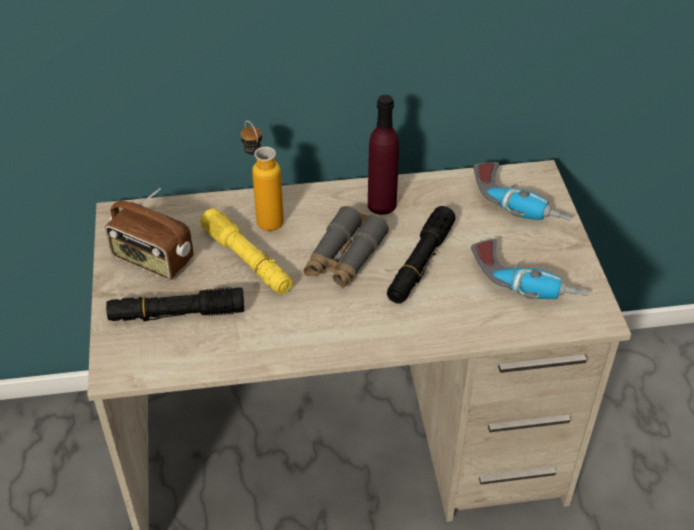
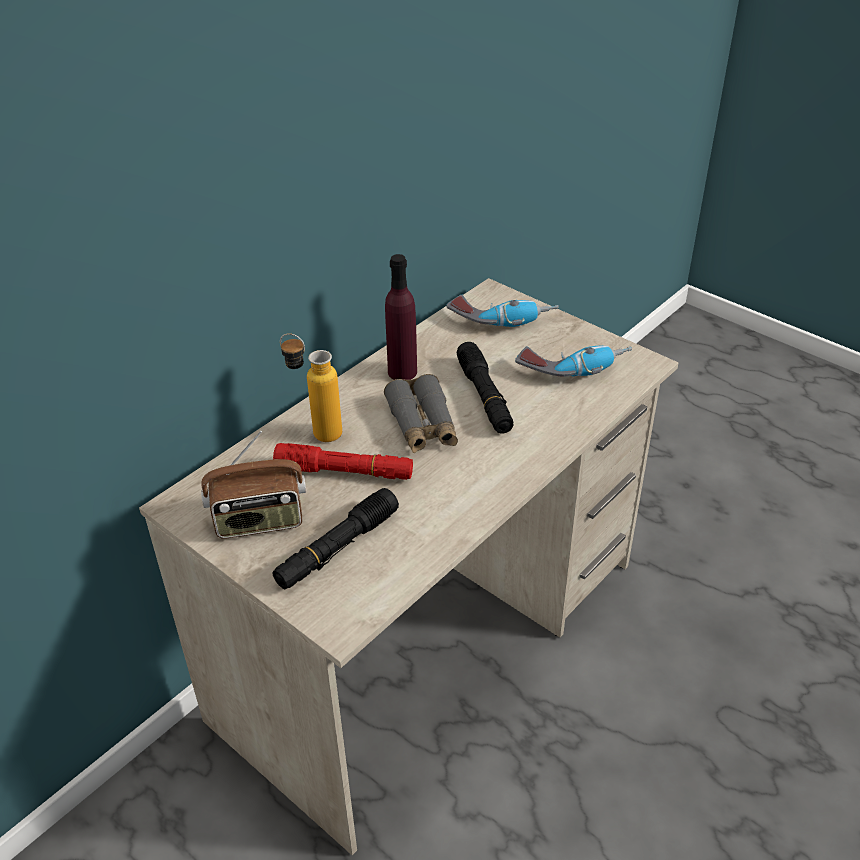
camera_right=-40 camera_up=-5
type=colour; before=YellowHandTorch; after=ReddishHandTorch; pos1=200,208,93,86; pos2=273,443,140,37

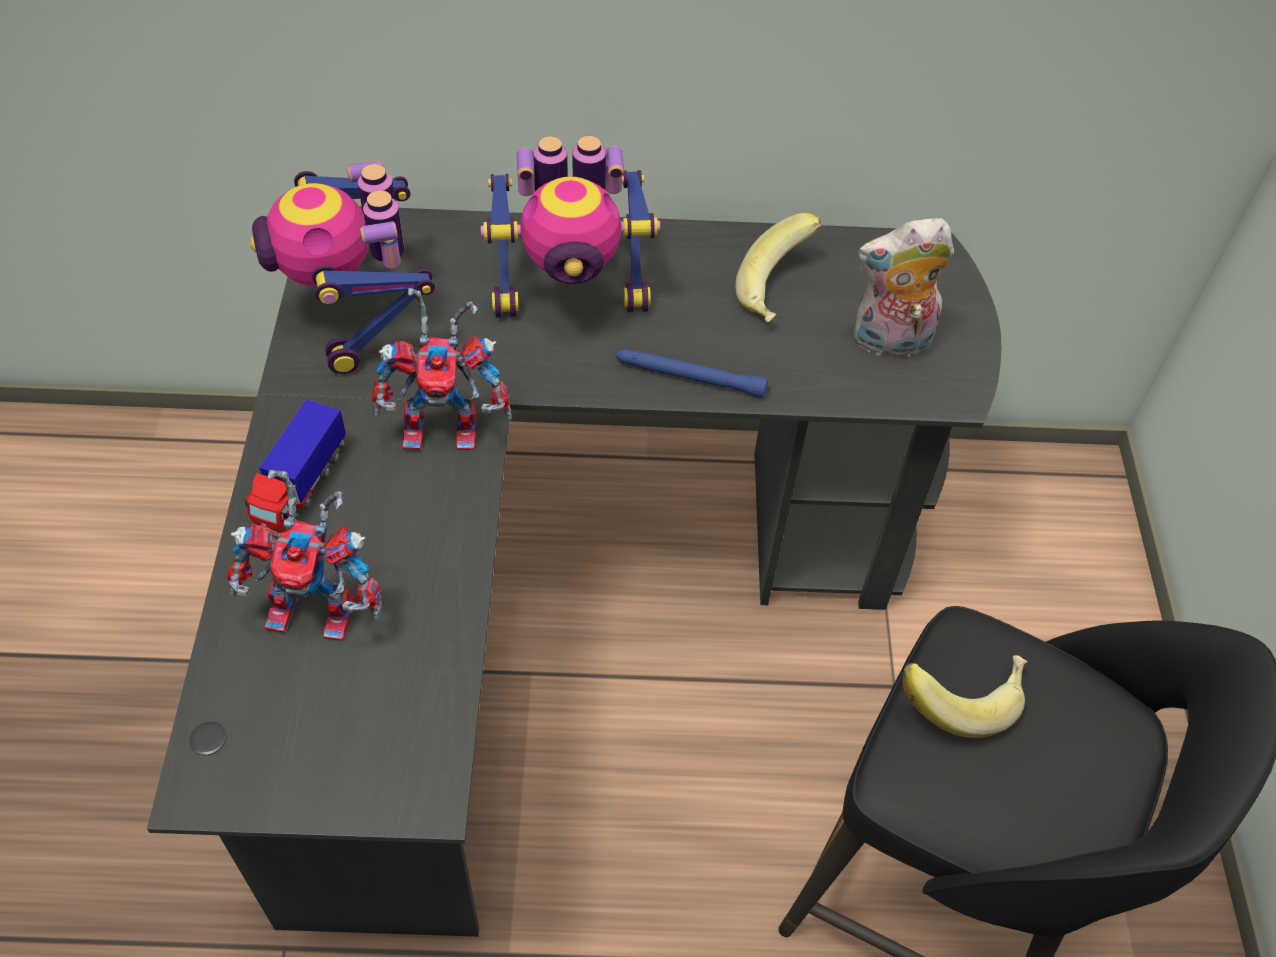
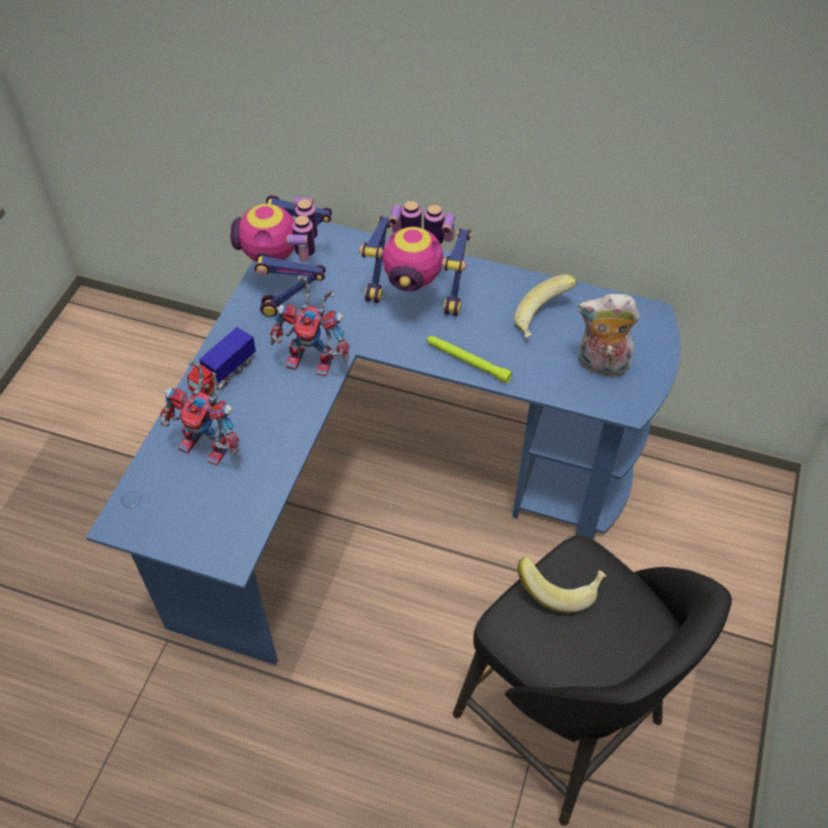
camera_right=20 camera_up=0
type=colour; before=BlackishDeskTable; after=BluishDeskTable; pos1=147,206,854,731; pos2=86,216,594,449
type=colour; before=BluishHandTorch; after=GreenHandTorch; pos1=615,349,153,49; pos2=427,336,85,47

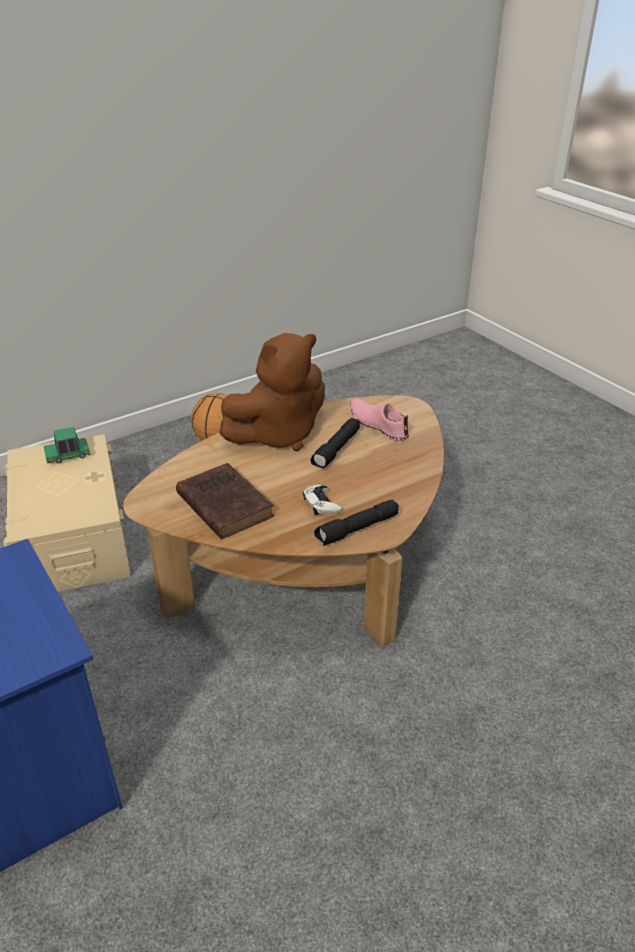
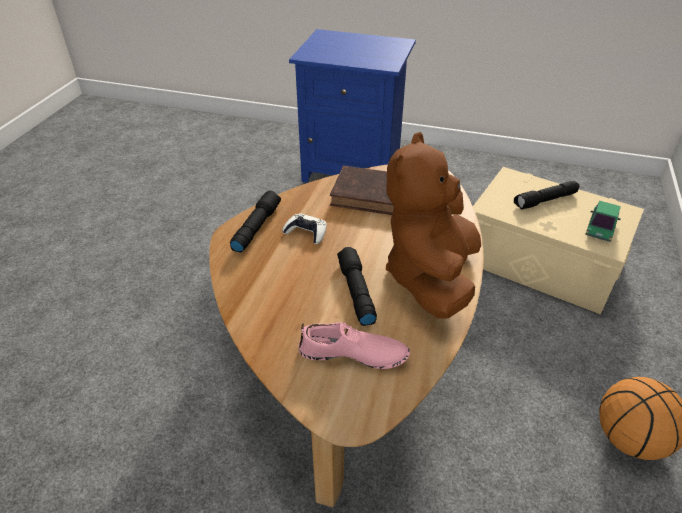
camera_right=140 camera_up=5
type=appeared; after=BlackishHandTorch; pos2=514,181,65,28

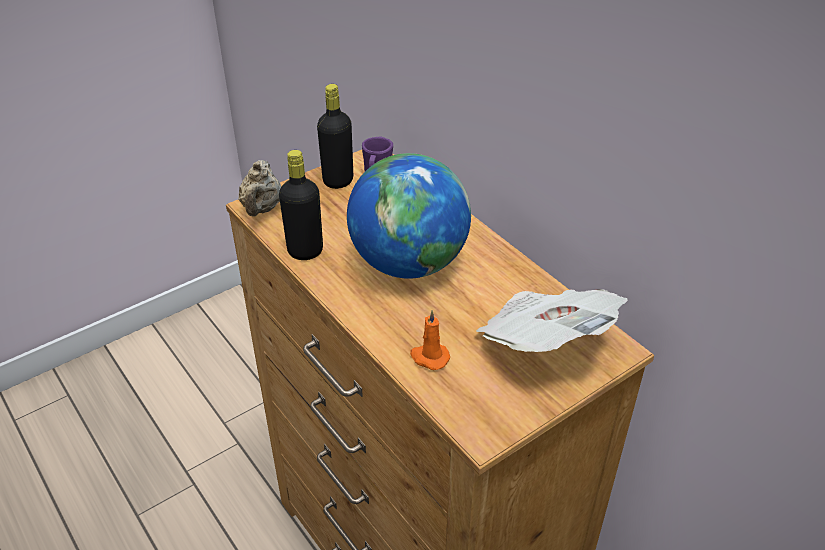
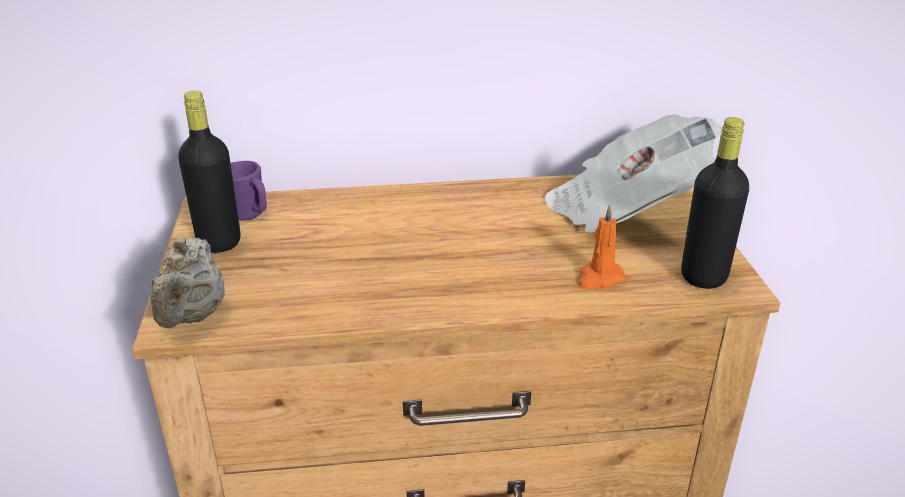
camera_right=-60 camera_up=-10
type=spun; before=BeigePotForTea; pos1=238,160,43,57; pos2=150,237,75,92; turn=60
type=relocated; before=BlackishBottle; pos1=279,150,44,110; pos2=681,117,68,172
type=missing; before=WorldGlobe; pos1=347,153,124,126

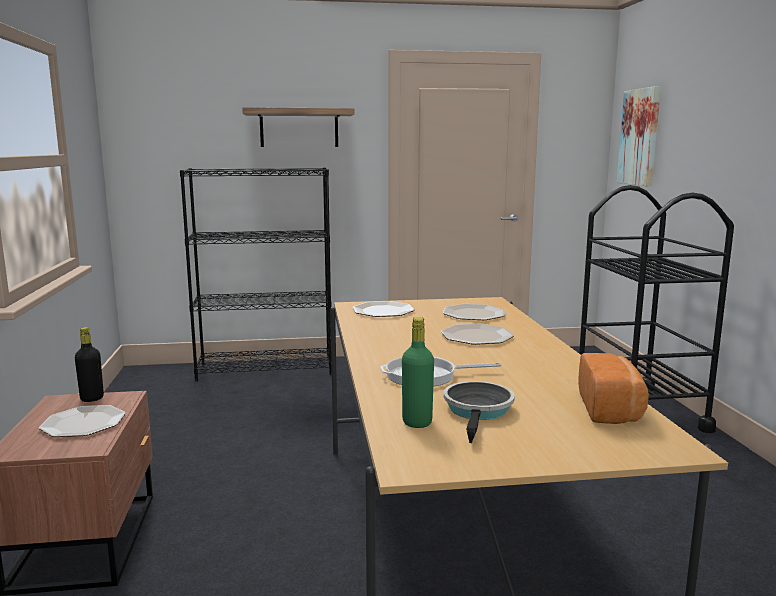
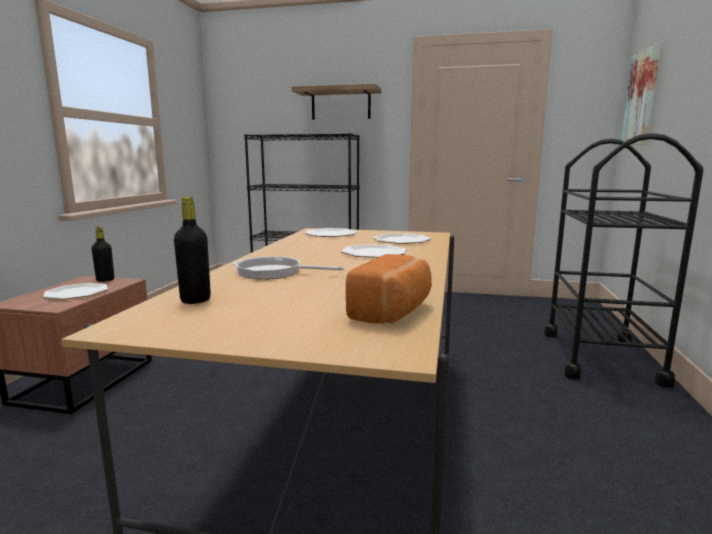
camera_right=20 camera_up=0
type=colour; before=GreenBottle; after=BlackishBottle; pos1=402,317,32,111; pos2=174,197,37,107
type=missing; before=Skillet; pos1=444,381,71,62

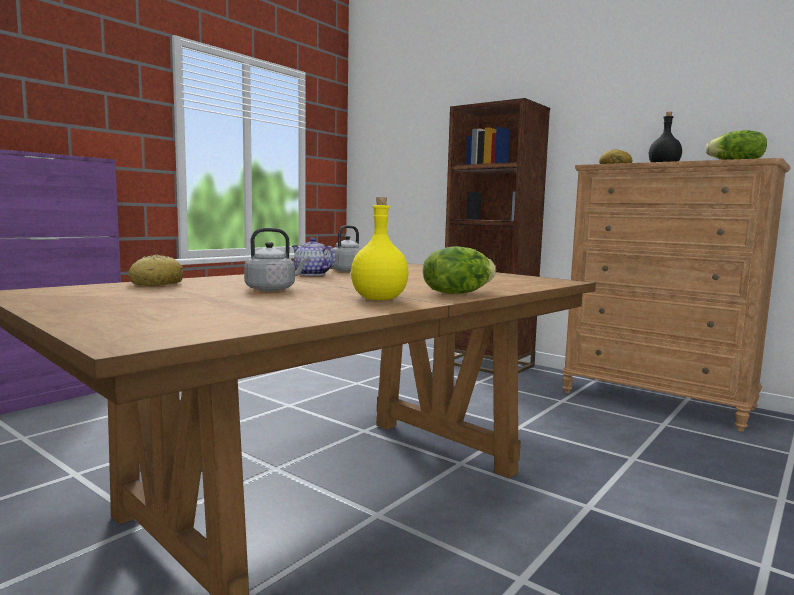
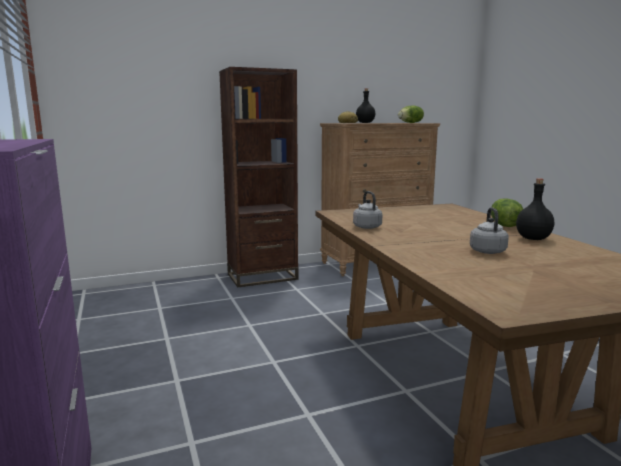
camera_right=-60 camera_up=5
type=colour; before=YellowBottle; after=BlackishBottle; pos1=351,197,58,103; pos2=516,178,38,62
type=missing; before=BakedBread; pos1=128,255,55,31
type=missing; before=PotForTea; pos1=292,238,44,38

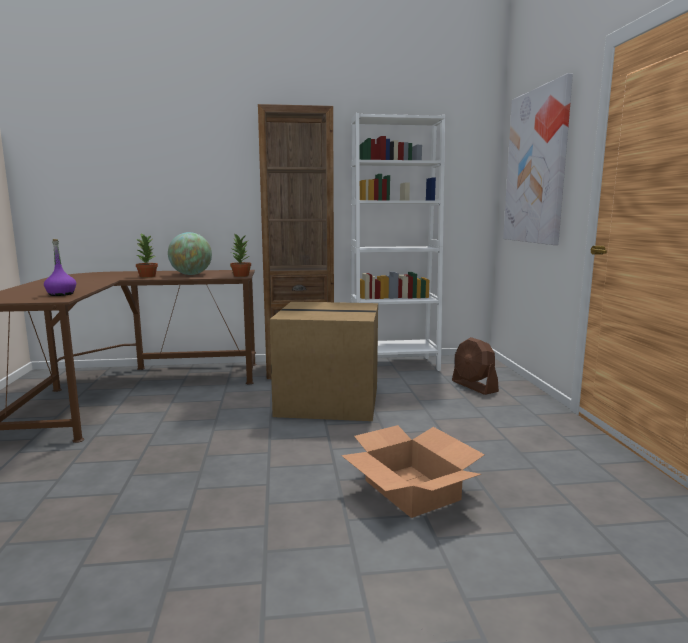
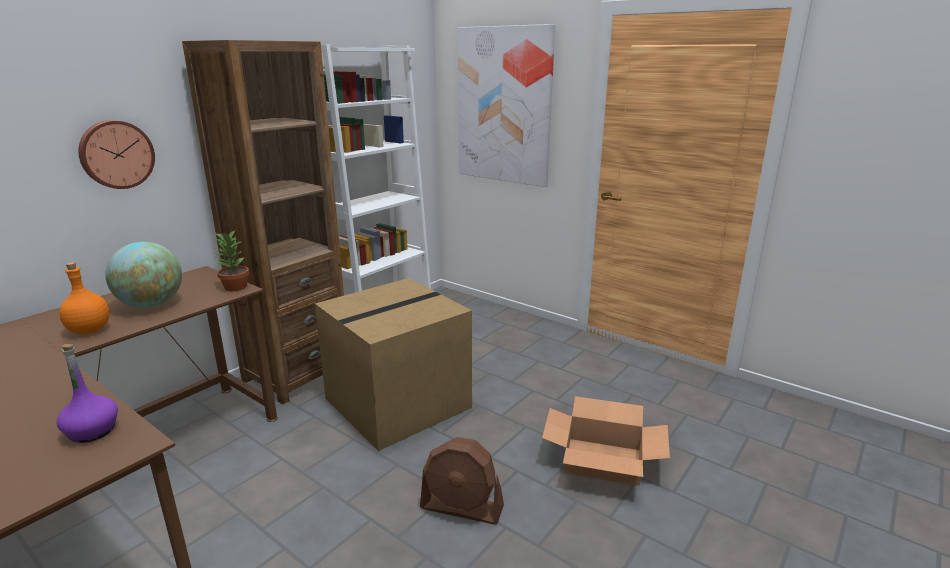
camera_right=-45 camera_up=10
type=exchanged; before=Houseplant; after=OrangeyBottle; pos1=136,233,22,44; pos2=59,262,50,72
type=appeared; after=WallClock; pos2=78,120,77,69
type=relocated; before=BrownishElectricFan; pos1=452,337,47,58; pos2=420,437,84,87

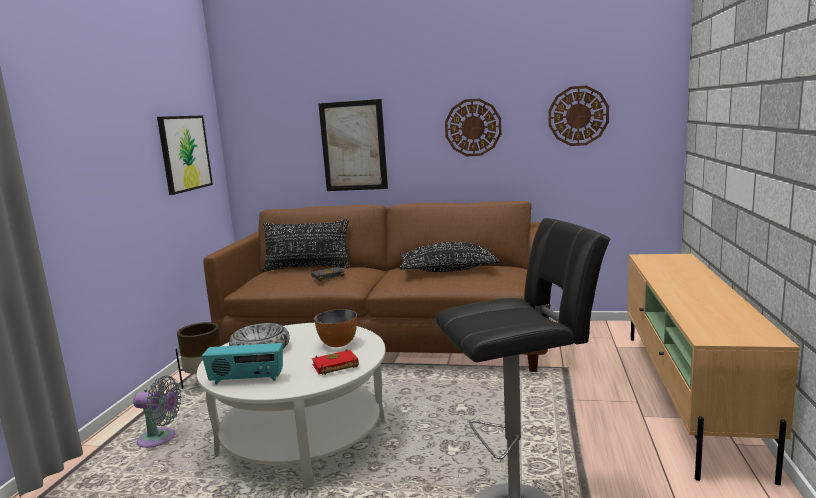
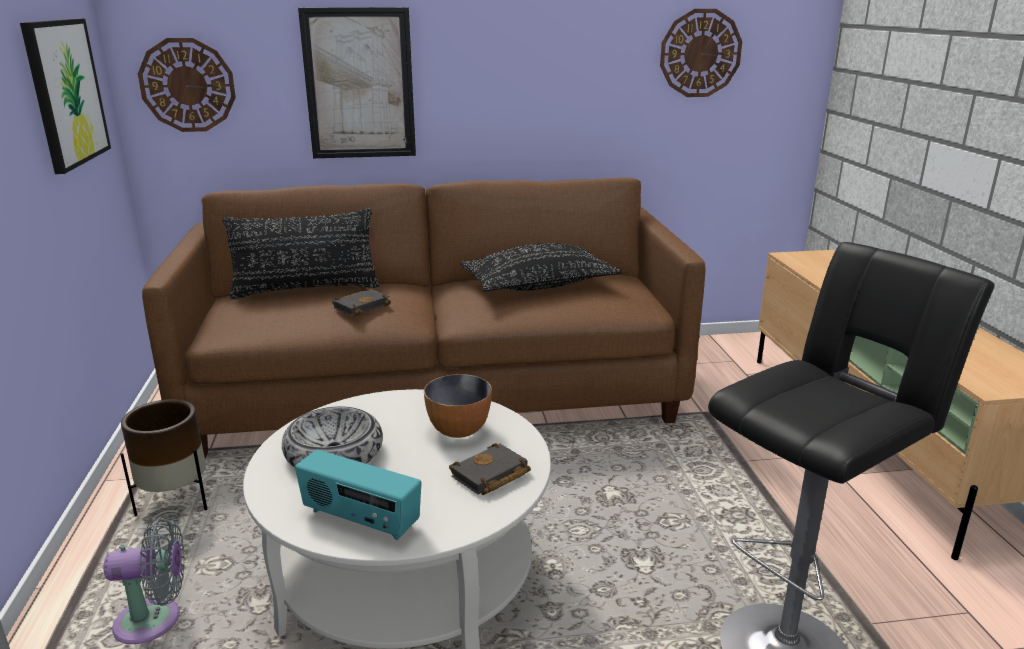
camera_right=-20 camera_up=10
type=relocated; before=WallClock; pos1=445,99,57,57; pos2=138,38,98,94
type=spun; before=RadioSet; pos1=202,343,81,41; pos2=295,450,127,90; turn=45
type=colour; before=ReddishBook; after=BlackishBook; pos1=312,349,47,26; pos2=449,443,82,52

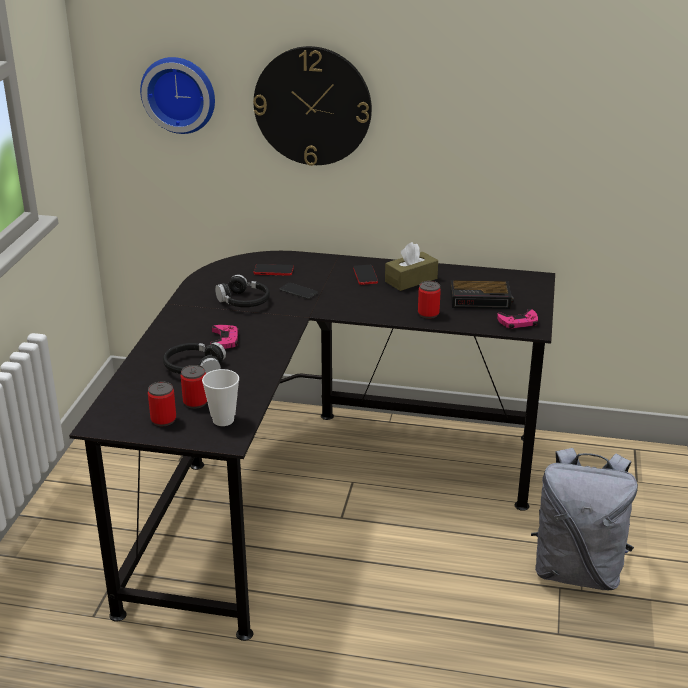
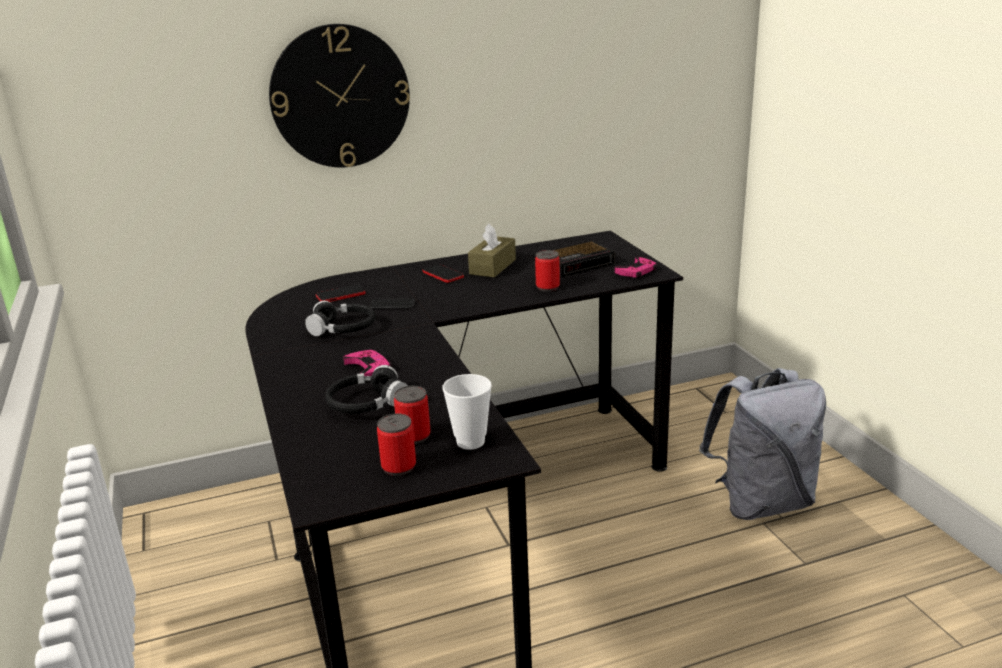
camera_right=-30 camera_up=-5
type=missing; before=WallClock; pos1=140,57,75,77

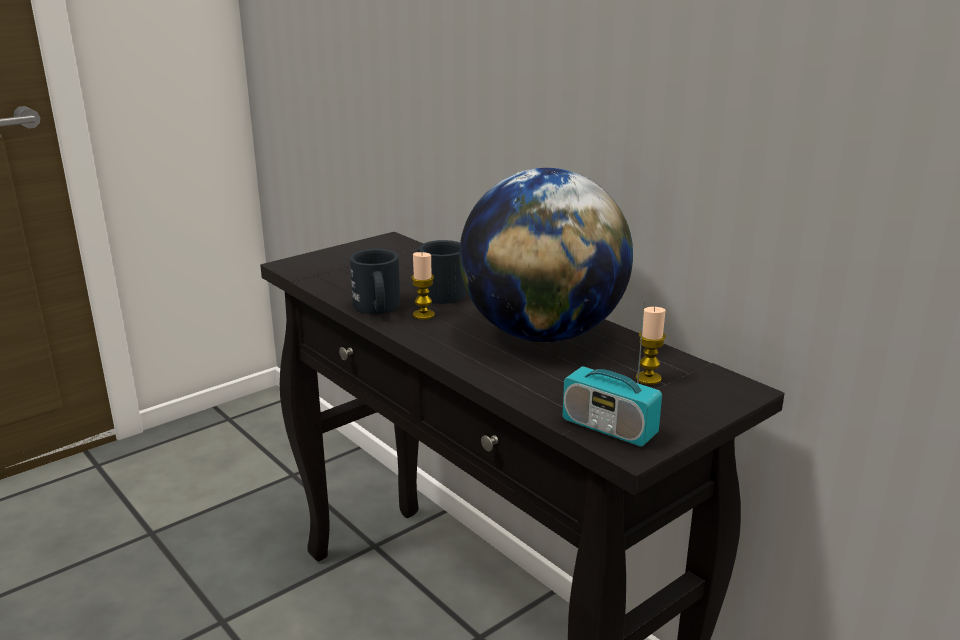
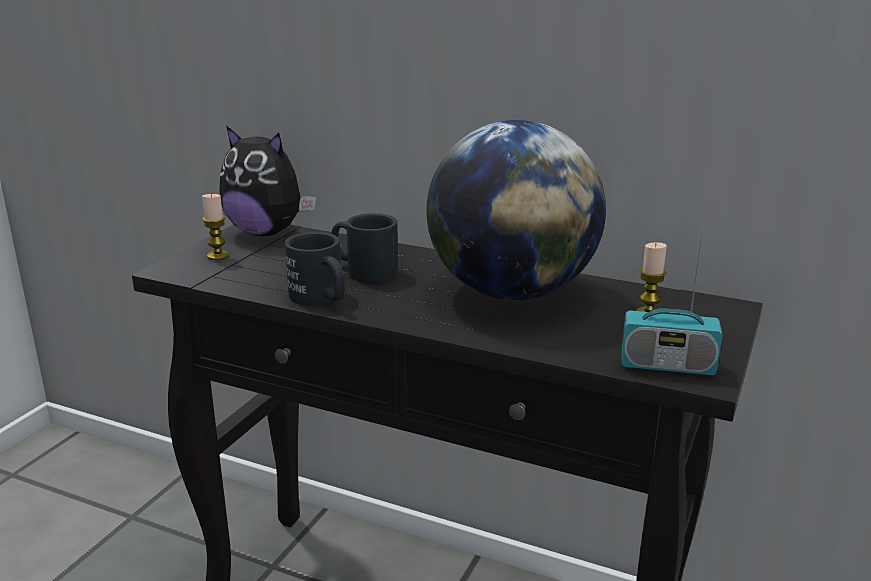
camera_right=-25 camera_up=0
type=relocated; before=WaxLight; pos1=411,252,24,68; pos2=202,194,27,66
type=appeared; after=PlushToy; pos2=219,126,97,110

